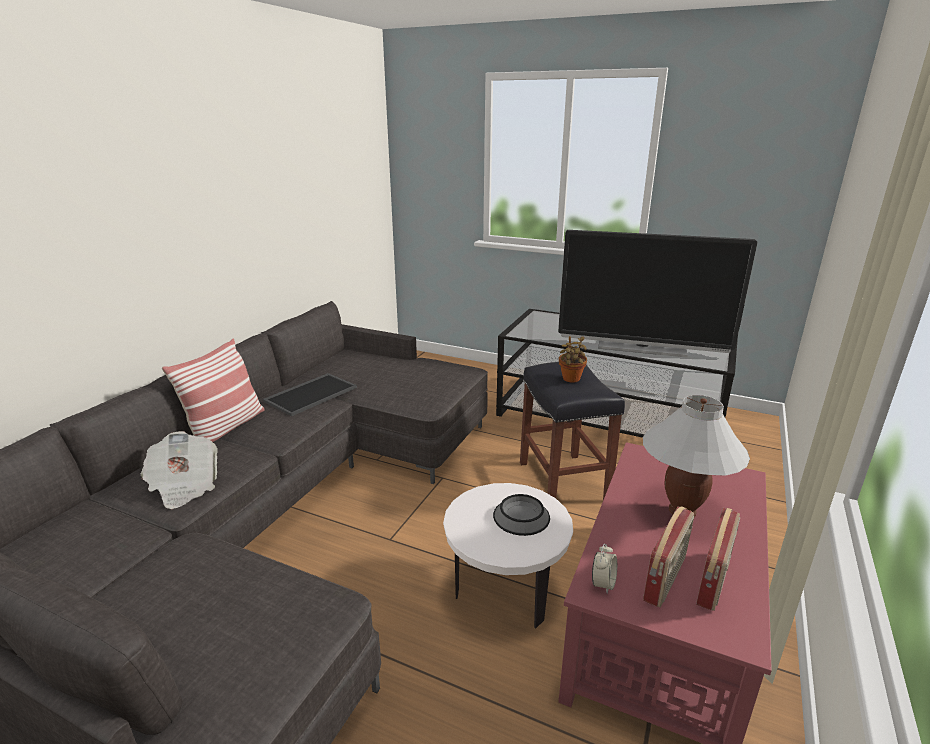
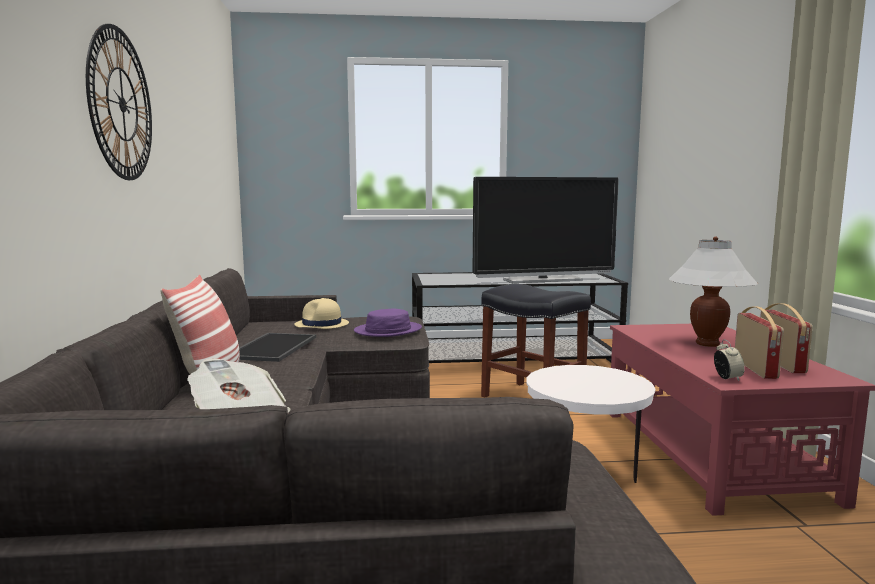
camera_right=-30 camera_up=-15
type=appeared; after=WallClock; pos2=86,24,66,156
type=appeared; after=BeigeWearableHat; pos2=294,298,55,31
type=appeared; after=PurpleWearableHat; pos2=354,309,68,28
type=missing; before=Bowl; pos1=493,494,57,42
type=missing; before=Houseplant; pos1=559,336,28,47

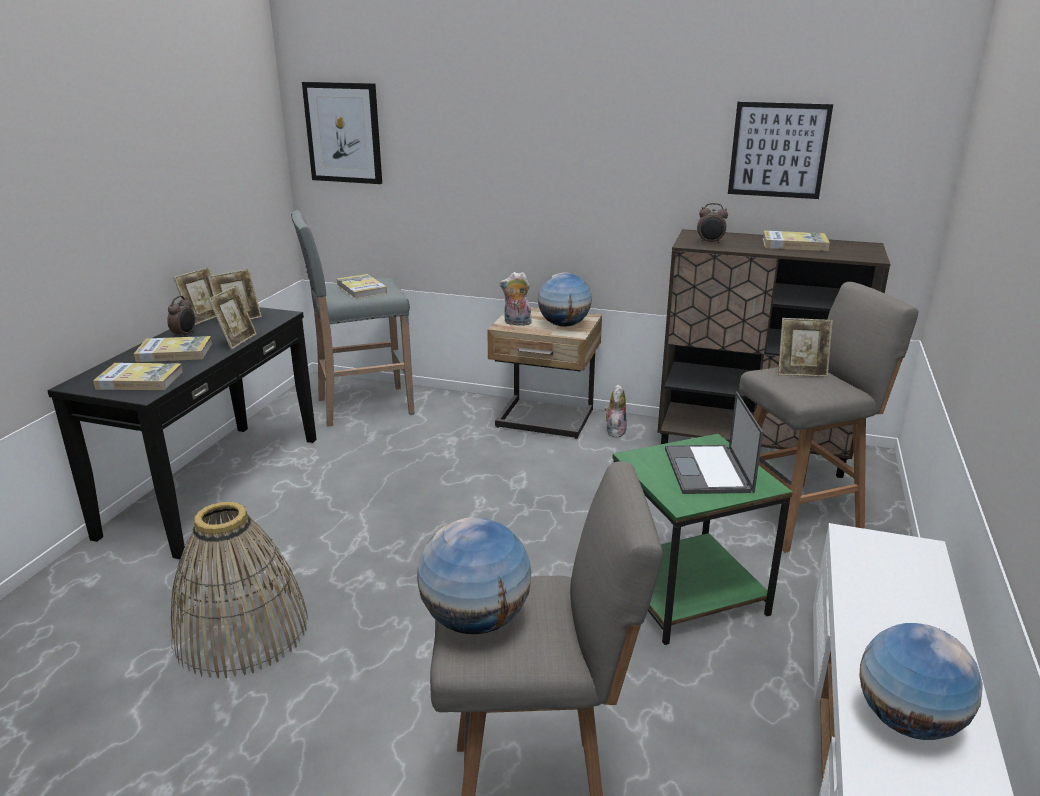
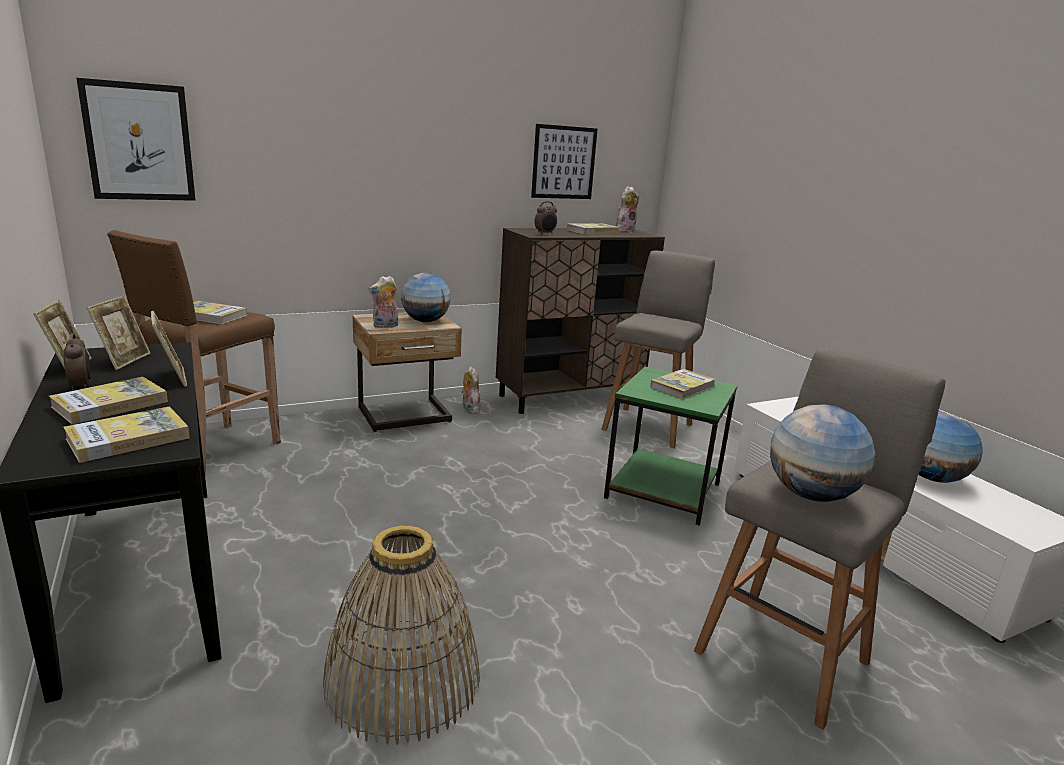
camera_right=-45 camera_up=-5
type=colour; before=GreyishStool; after=BrownishStool; pos1=291,210,124,217; pos2=107,230,174,246
type=appeared; after=PlushToy; pos2=616,186,23,46
type=exchanged; before=PortableComputer; after=Book; pos1=665,392,98,102; pos2=650,369,66,30
type=missing; before=StandingFrame; pos1=778,318,55,59

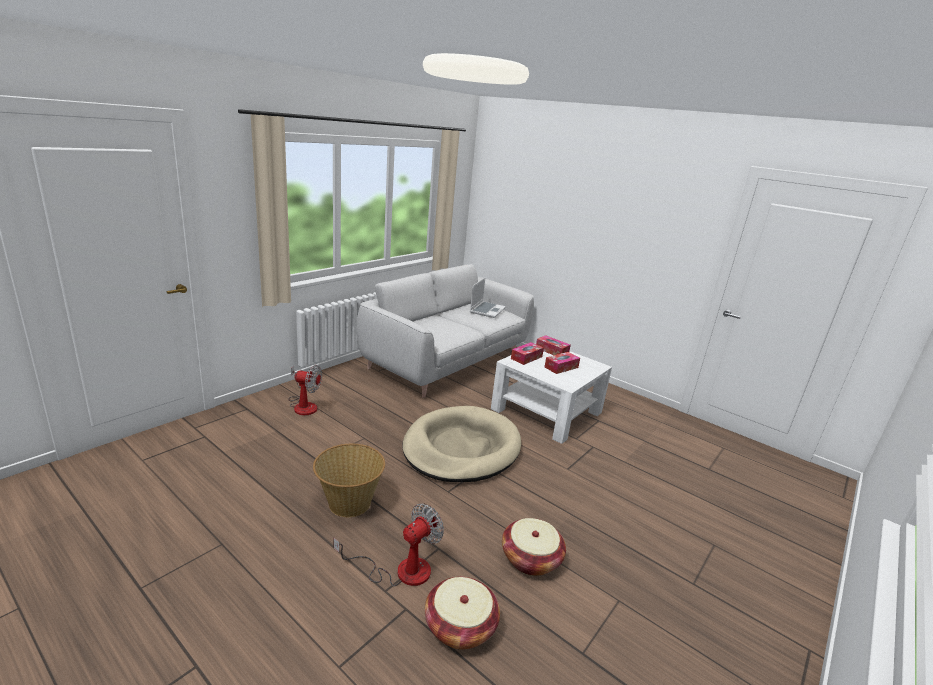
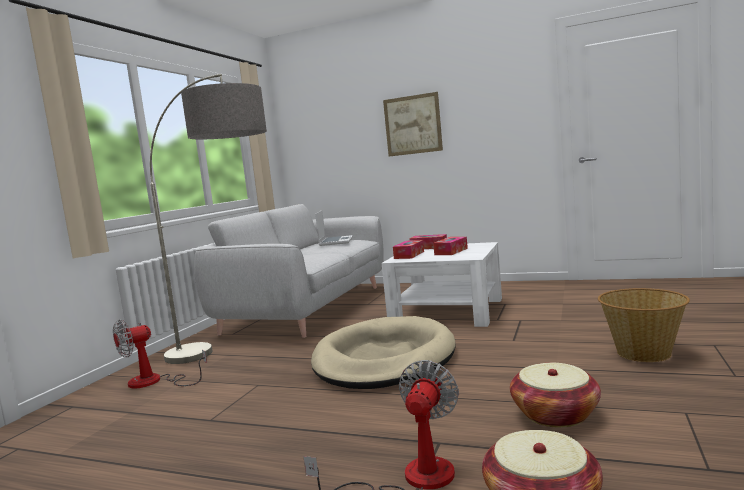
camera_right=-15 camera_up=-15
type=spun; before=ElectricFan; pos1=288,365,34,50; pos2=113,319,94,70; turn=150
type=appeared; after=StandingLamp; pos2=150,74,117,290
type=appeared; after=WallPicture; pos2=383,92,60,65
type=relocated; before=Basket; pos1=313,444,72,73; pos2=598,288,92,74

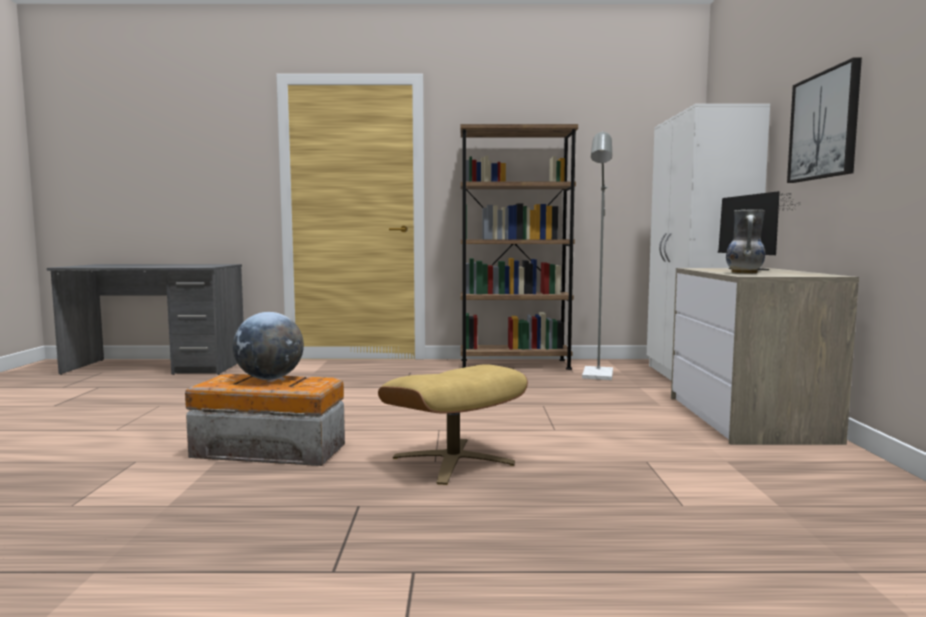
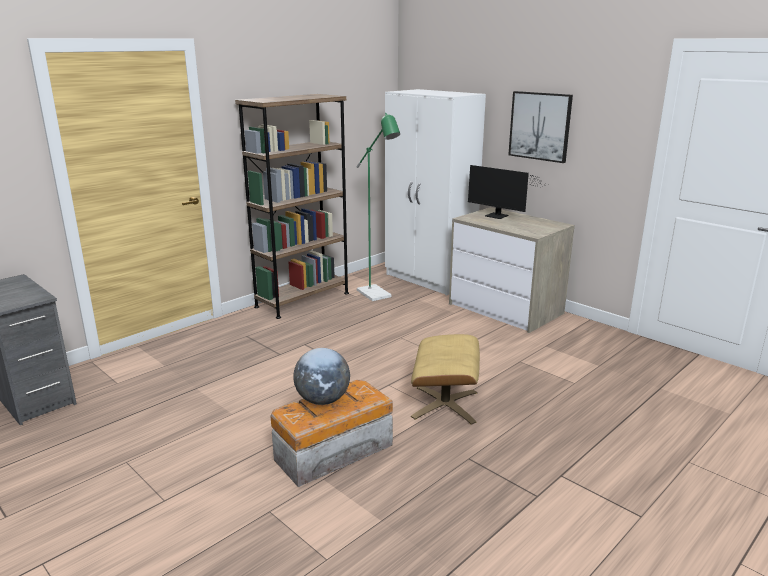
camera_right=-45 camera_up=15
type=colour; before=GreyishStandingLamp; after=GreenStandingLamp; pos1=582,131,31,249; pos2=356,113,44,188
type=missing; before=Vase; pos1=726,210,39,64

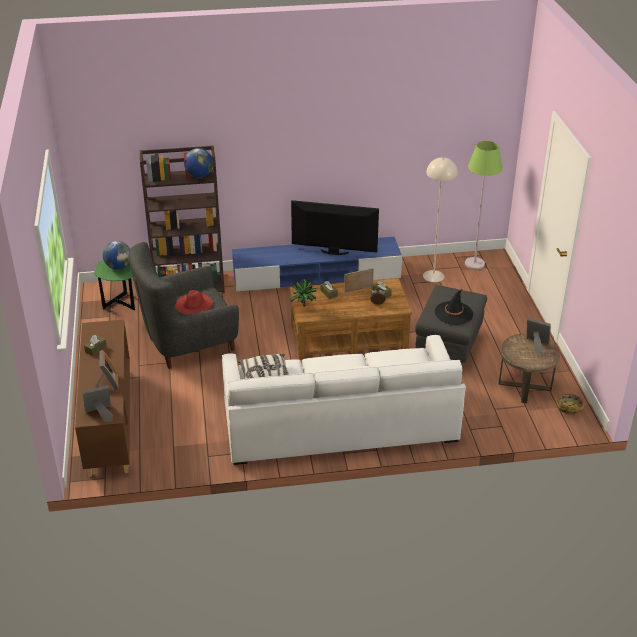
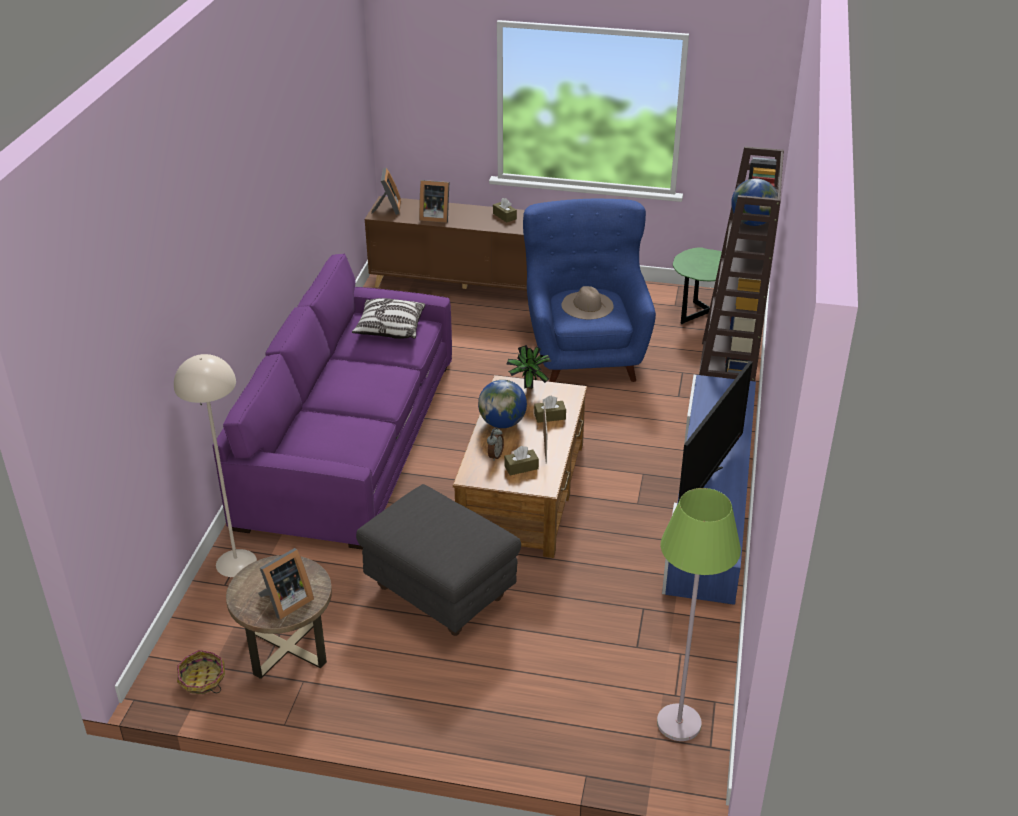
camera_right=110 camera_up=0
type=relocated; before=BeigeStandingLamp; pos1=423,157,35,125; pos2=174,354,83,223
type=colour; before=WhitishSettee; after=PurpleSettee; pos1=222,335,244,130; pos2=212,254,240,296
type=relocated; before=WorldGlobe; pos1=103,241,27,29; pos2=478,380,49,48
type=colour; before=GreyishArmchair; after=BluishArmchair; pos1=129,242,110,127; pos2=523,199,133,183
type=colour; before=ReddishWearableHat; after=BeigeWearableHat; pos1=175,290,37,25; pos2=561,286,53,34
type=missing; before=BlackishWearableHat; pos1=435,289,38,36

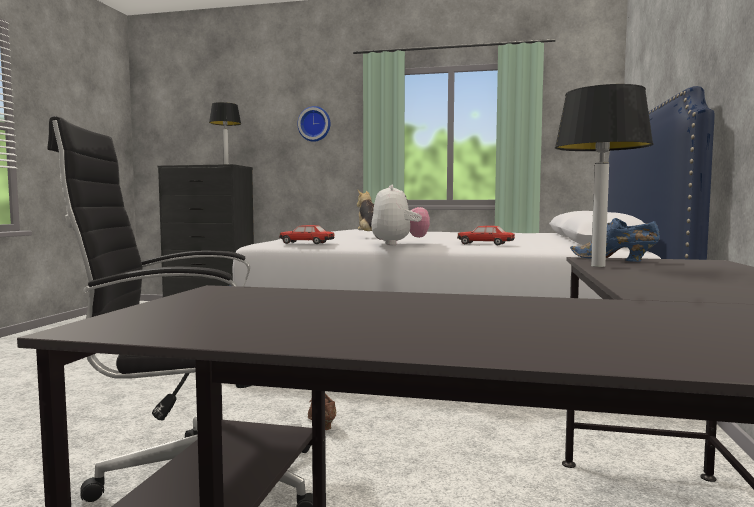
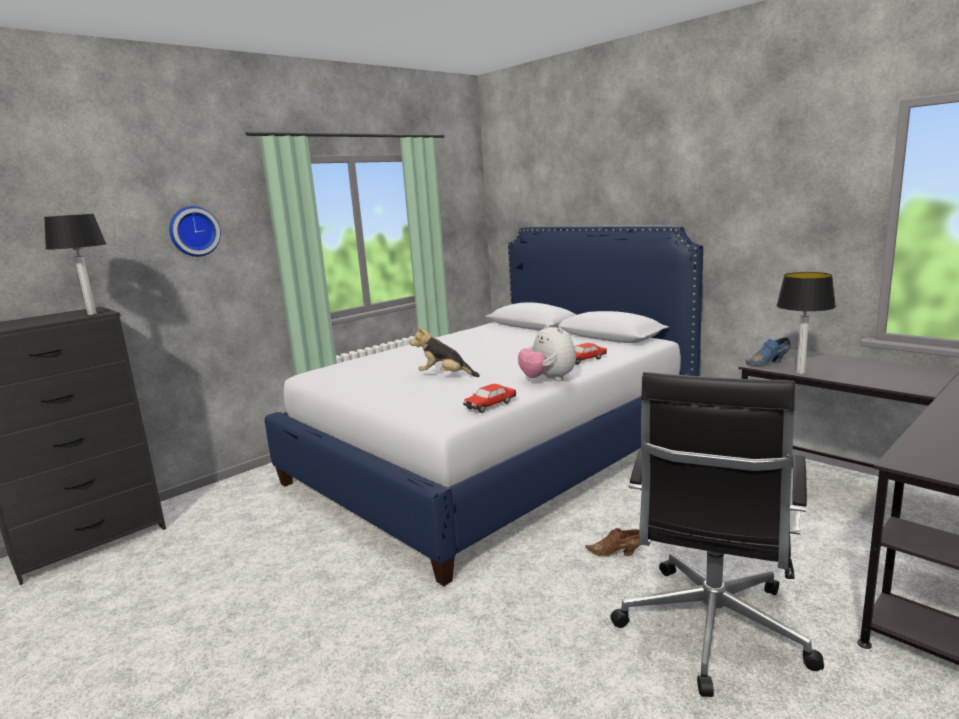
camera_right=-55 camera_up=10
type=spun; before=PlushToy; pos1=371,185,59,60; pos2=518,324,58,57; turn=-150

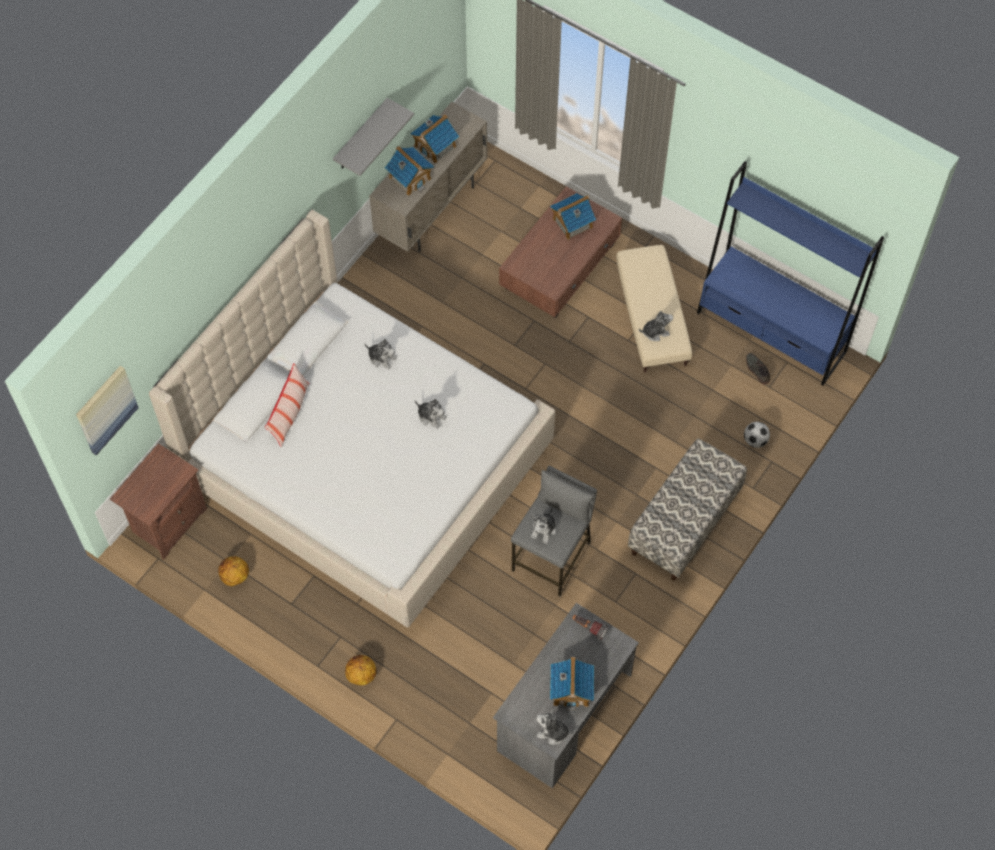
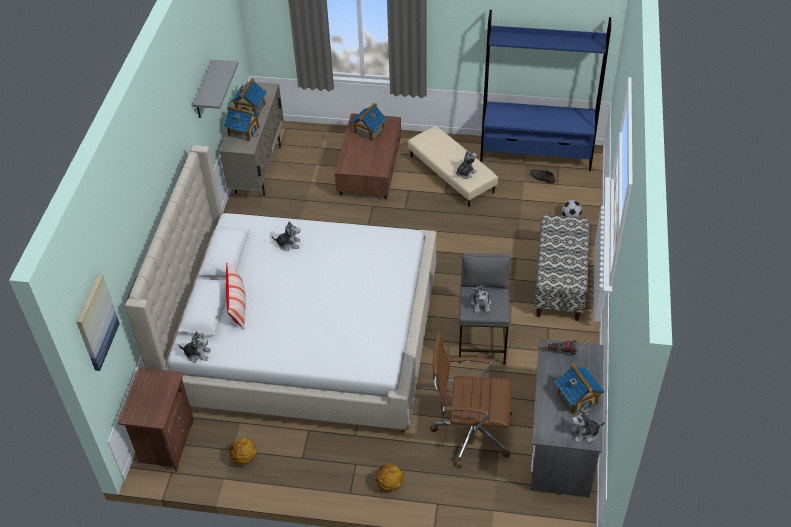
camera_right=-25 camera_up=-15
type=relocated; before=PlushToy; pos1=415,399,32,30; pos2=178,332,33,30
type=appeared; after=BrownishOfficeChair; pos2=430,332,82,136

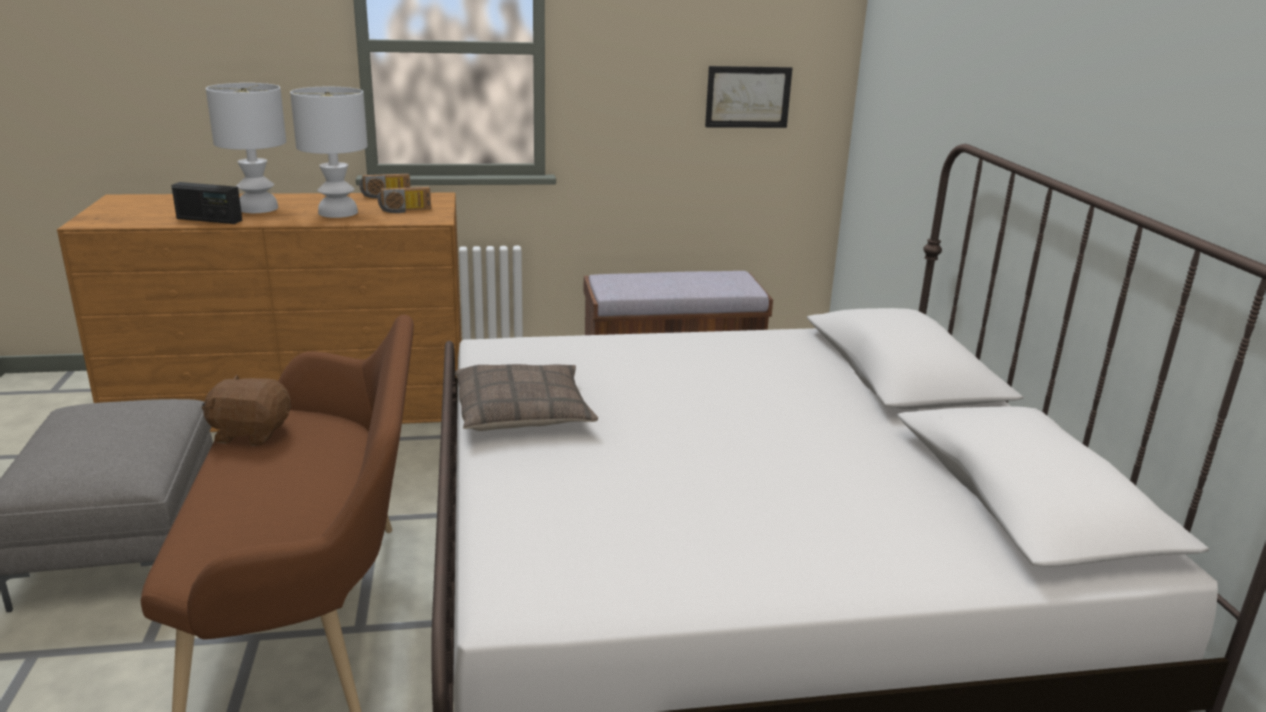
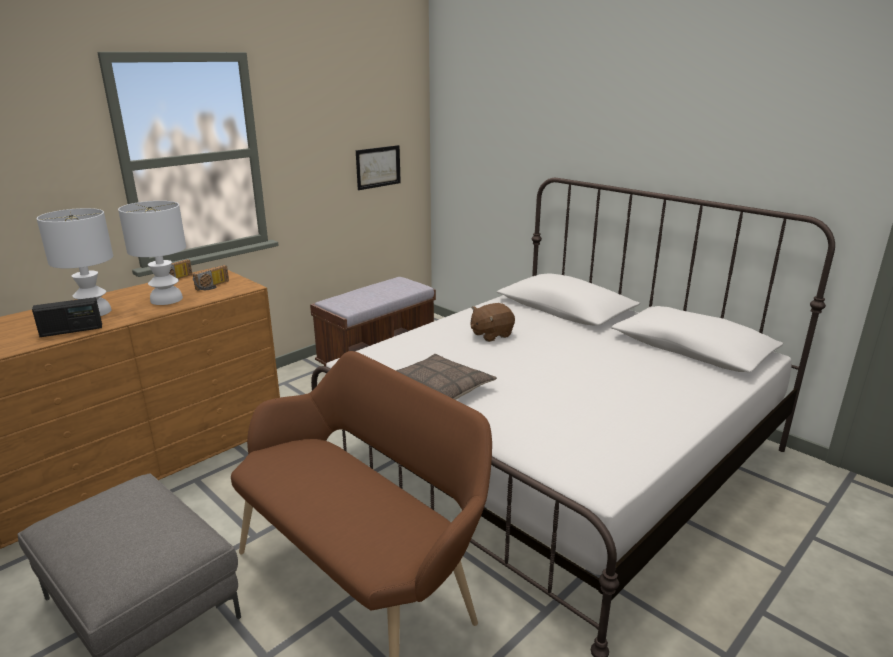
camera_right=-35 camera_up=0
type=relocated; before=BrownishPlushToy; pos1=202,375,89,71; pos2=471,303,44,39

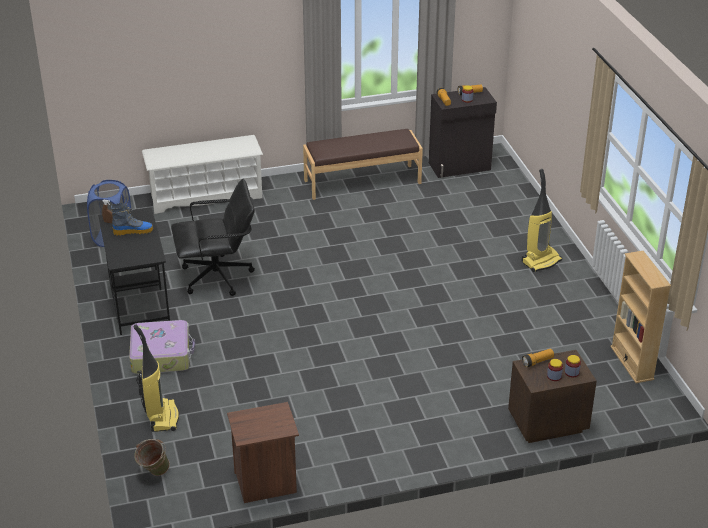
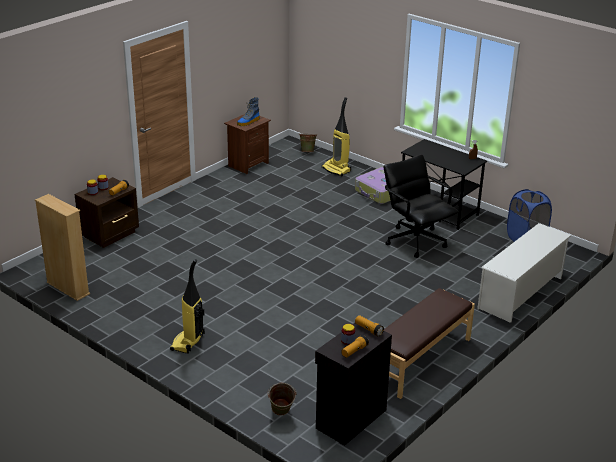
camera_right=145 camera_up=-5
type=relocated; before=HighTopBoot; pos1=111,203,42,33; pos2=237,97,23,29
type=appeared; after=GreenBucket; pos2=268,383,29,33
type=spun; before=BlackishOfficeChair; pos1=171,179,84,117; pos2=384,155,75,103; turn=105

